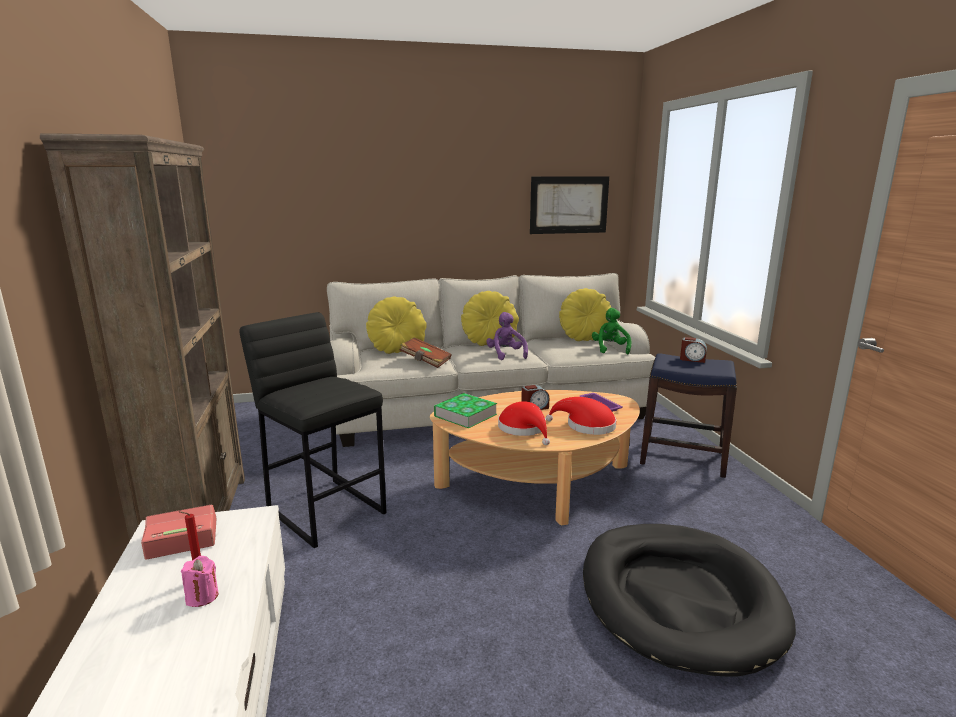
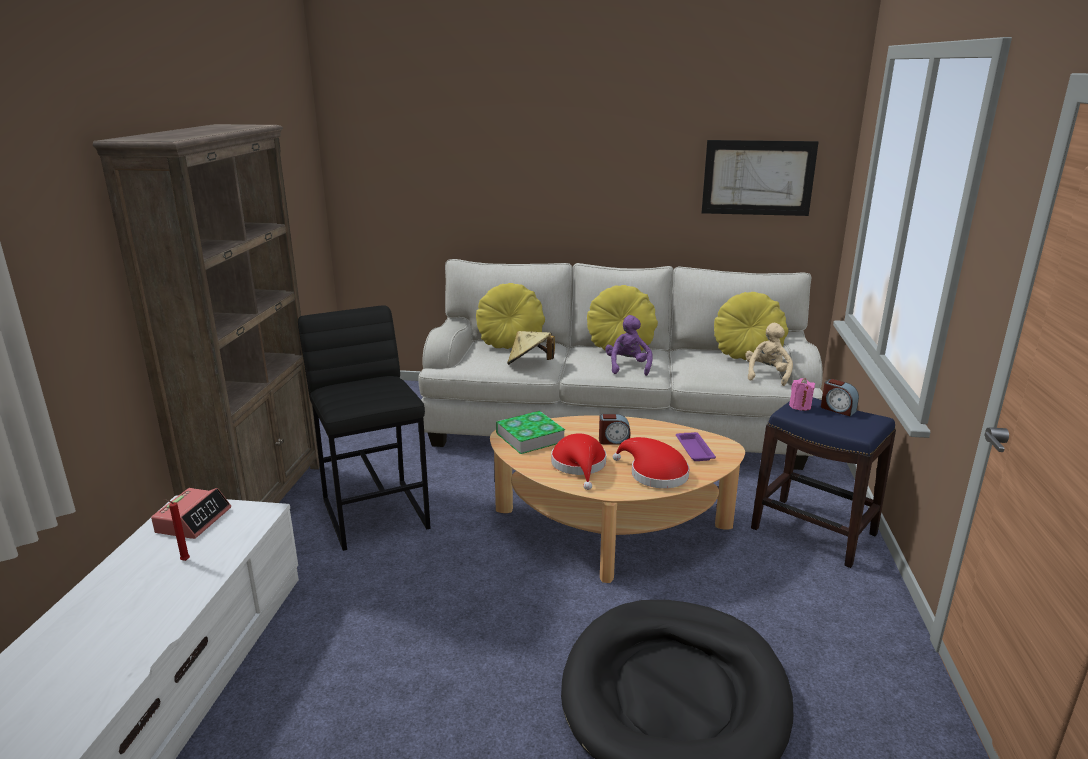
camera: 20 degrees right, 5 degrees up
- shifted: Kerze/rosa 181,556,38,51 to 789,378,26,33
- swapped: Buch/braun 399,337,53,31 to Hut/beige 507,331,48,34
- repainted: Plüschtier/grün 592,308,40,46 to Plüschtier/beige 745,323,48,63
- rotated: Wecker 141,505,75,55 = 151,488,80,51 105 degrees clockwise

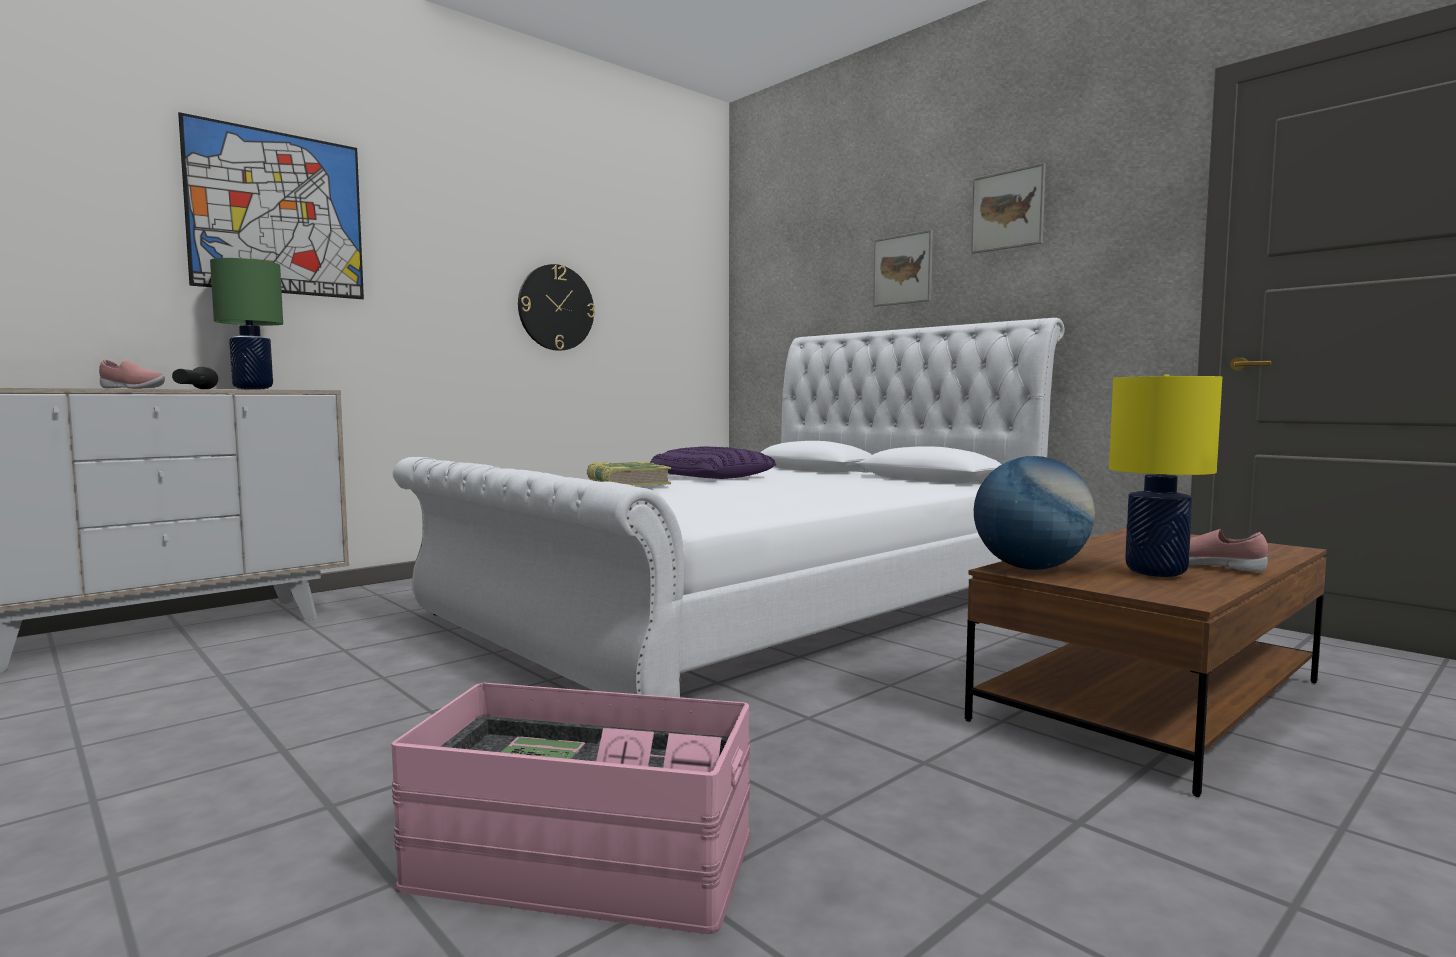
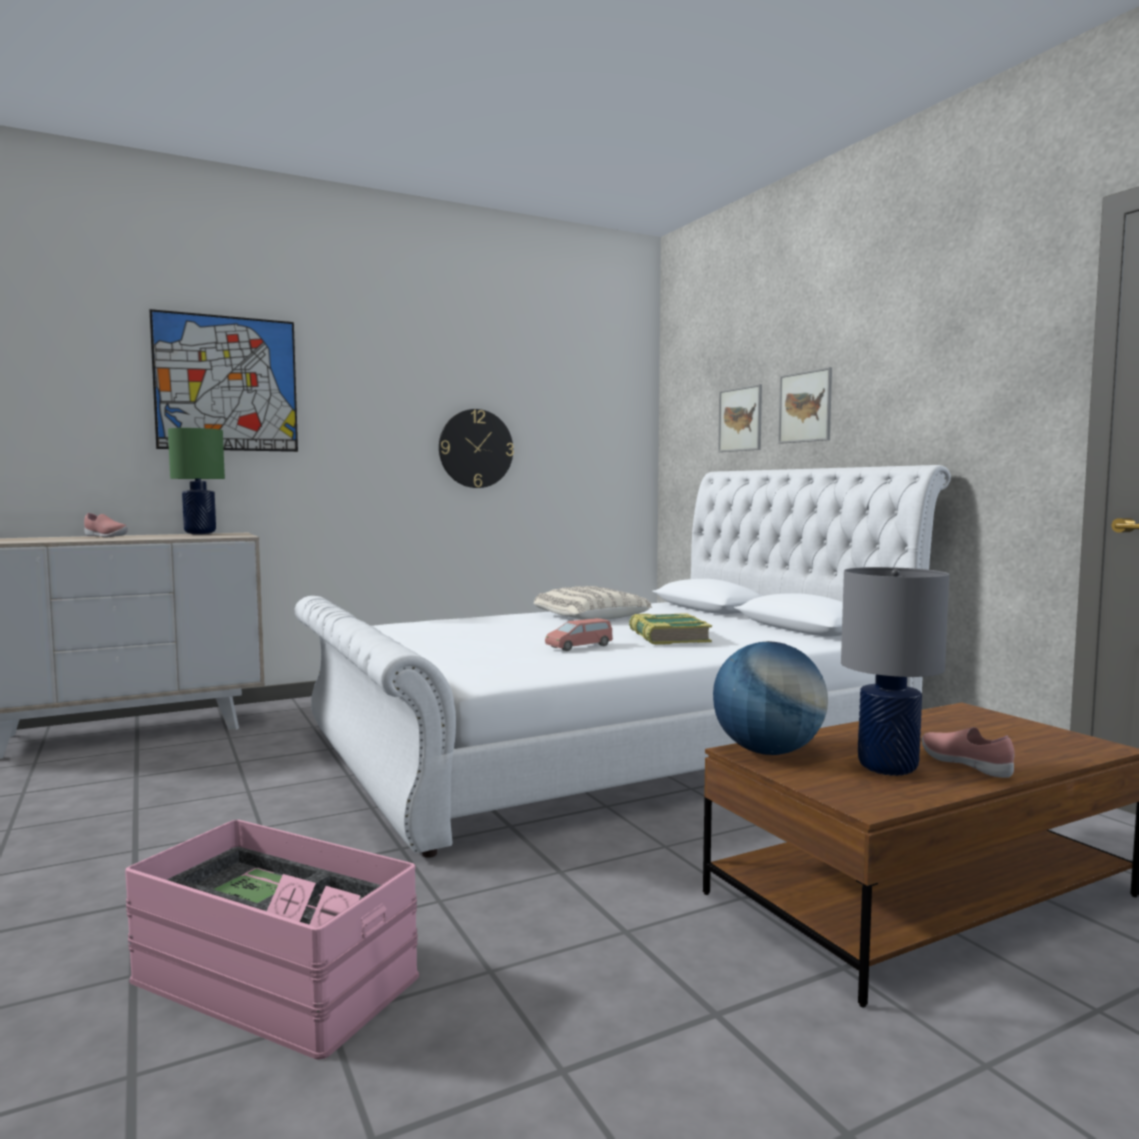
camera: 15 degrees right, 0 degrees up
- gone: Taschenlampe/schwarz 172,367,46,22
- new: Spielzeugauto/rosa 545,618,68,33
- shifted: Buch 587,462,84,24 to 629,613,83,32
- shifted: Bild 971,163,75,91 to 718,384,44,68
- repainted: Kissen/lila 650,446,126,33 to Kissen/beige 534,586,118,34
- repainted: Tischlampe/gelb 1109,374,113,203 to Tischlampe/grau 841,567,108,209

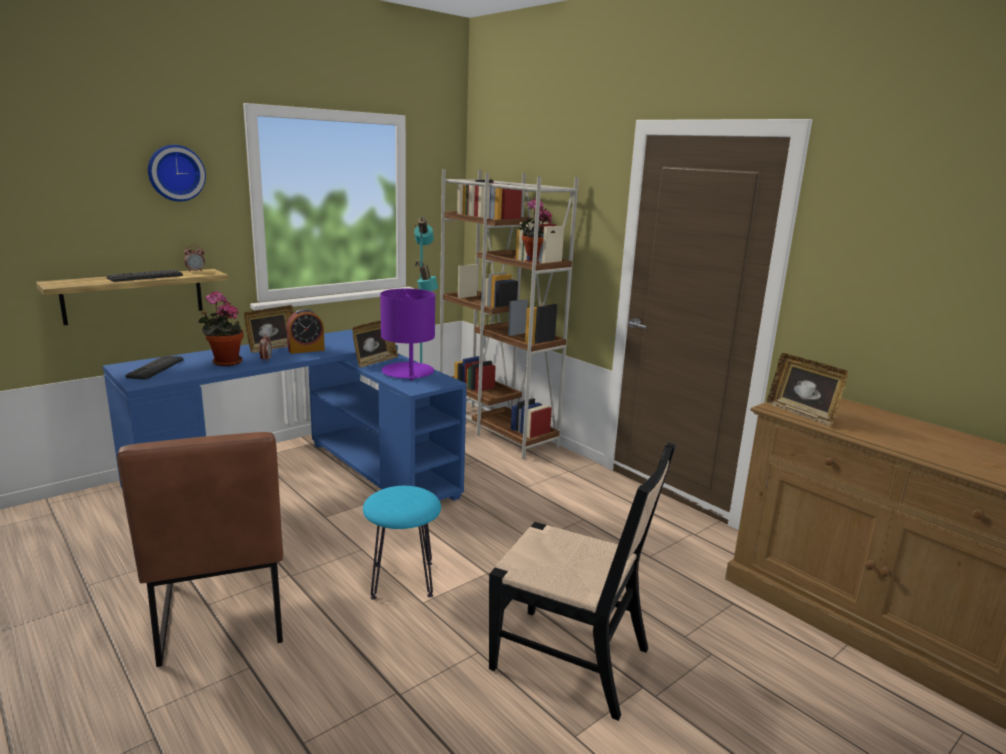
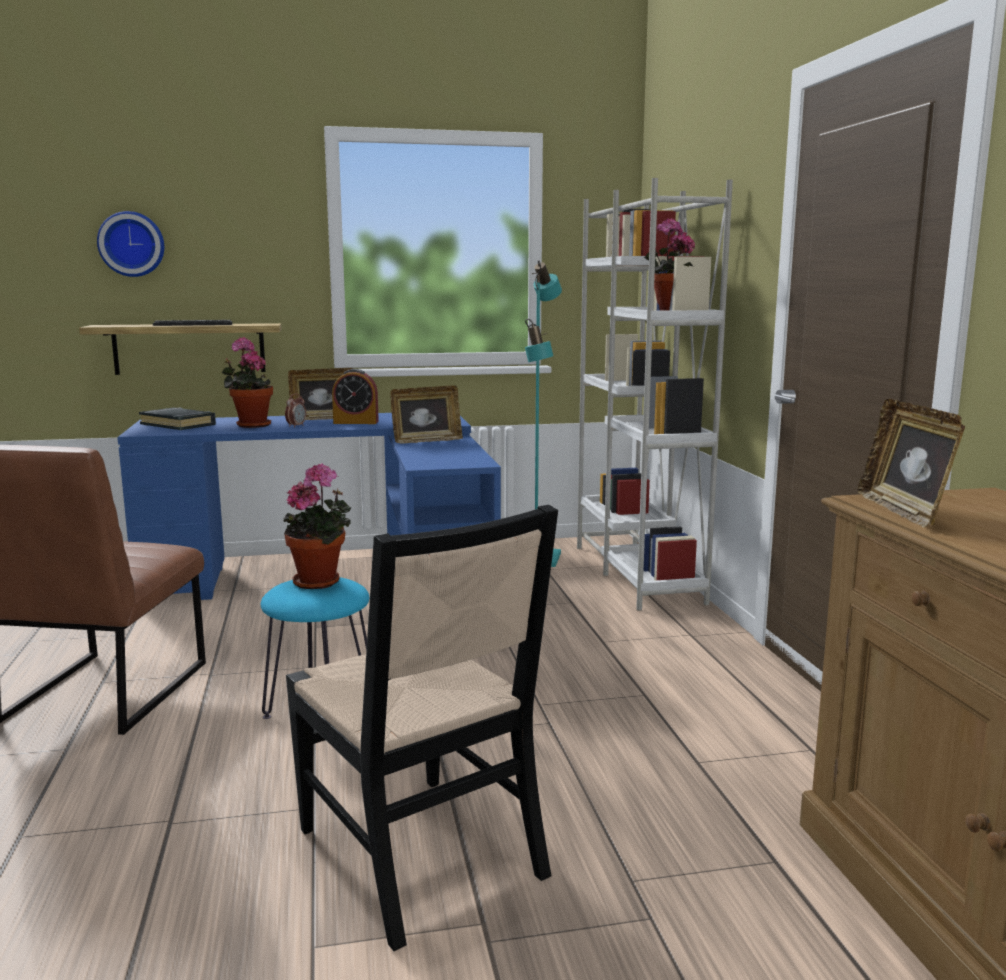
camera: 30 degrees right, 5 degrees down
- gone: Wecker 184,245,21,27
- gone: Tischlampe/lila 380,289,55,91
- new: Topfpflanze 283,463,69,126
- shifted: Wanduhr 148,145,58,57 to 97,211,67,66
- swapped: Tastatur 125,355,58,25 to Buch/schwarz 139,407,77,23
- repainted: Bücherregal/braun 439,169,140,290 to Bücherregal/weiß 577,178,156,433

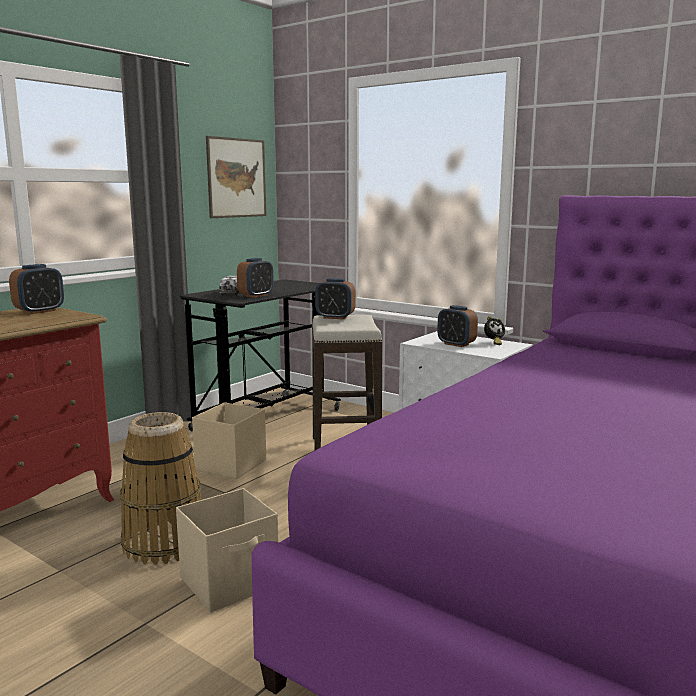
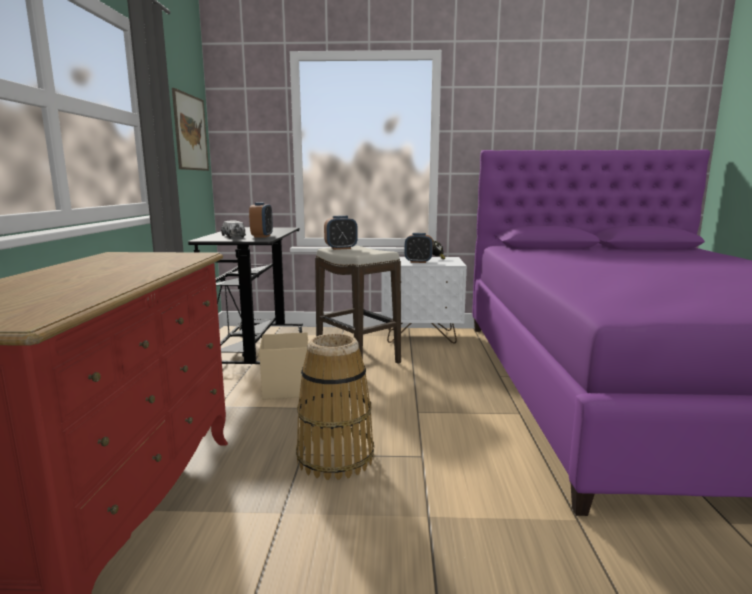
camera: 35 degrees left, 0 degrees up
- gone: Wecker 9,264,55,50
- gone: Aufbewahrungsbox/beige 176,488,102,124

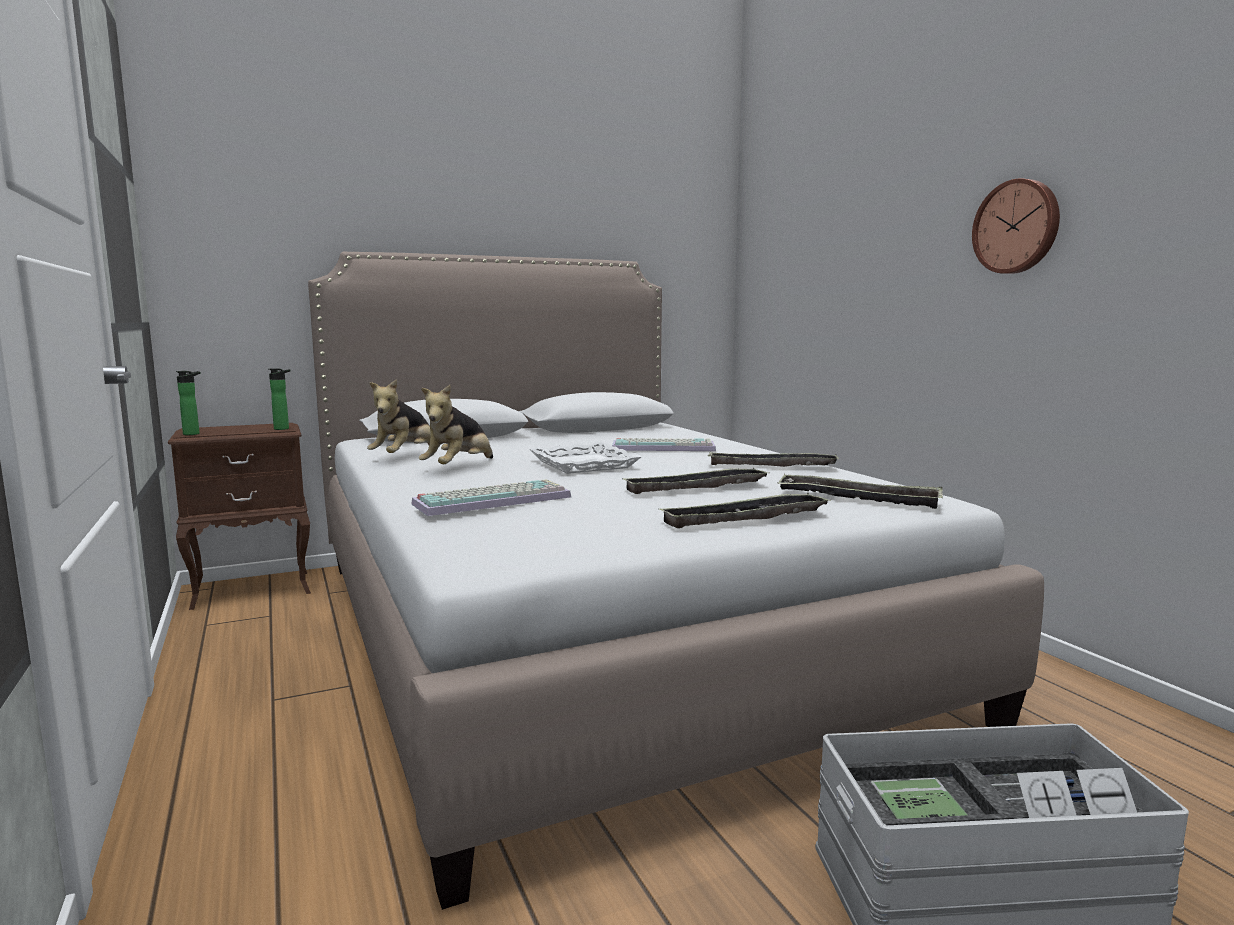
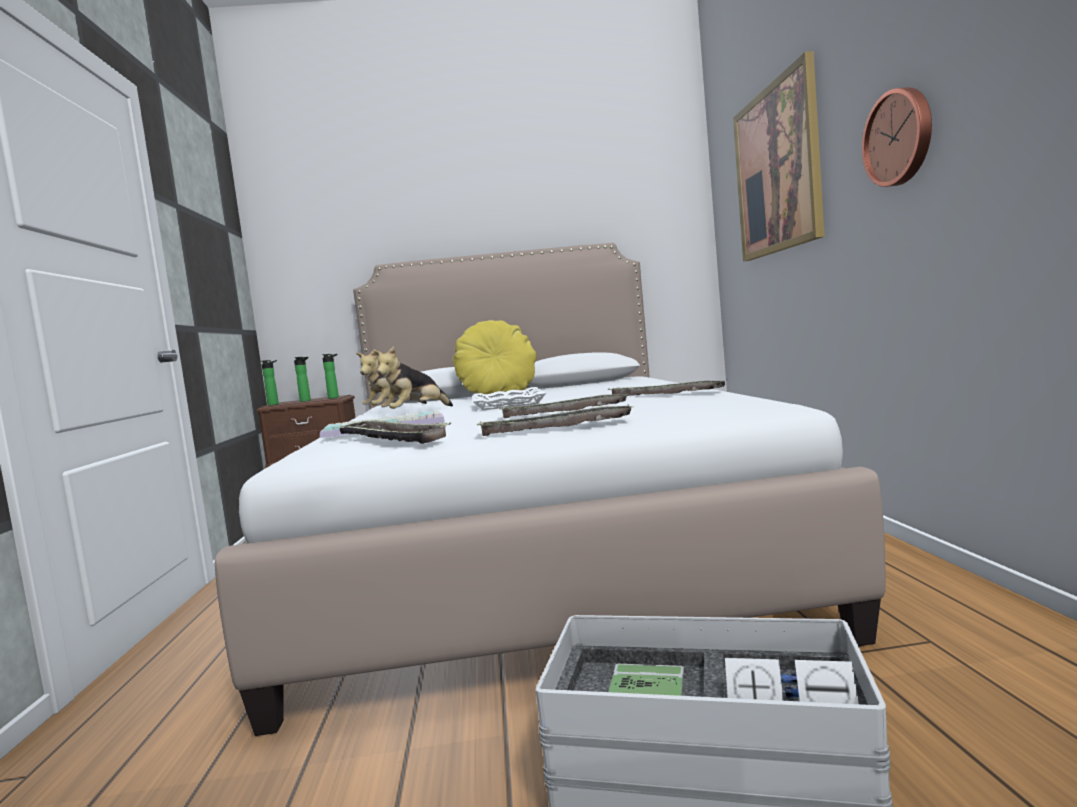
camera: 20 degrees right, 5 degrees down
- gone: Tastatur 612,438,104,13
- new: Flasche 294,357,17,45
- new: Kissen/gelb 453,320,84,74
- new: Bild 733,51,91,210
- shifted: Tablett 778,474,165,35 to 334,420,117,24

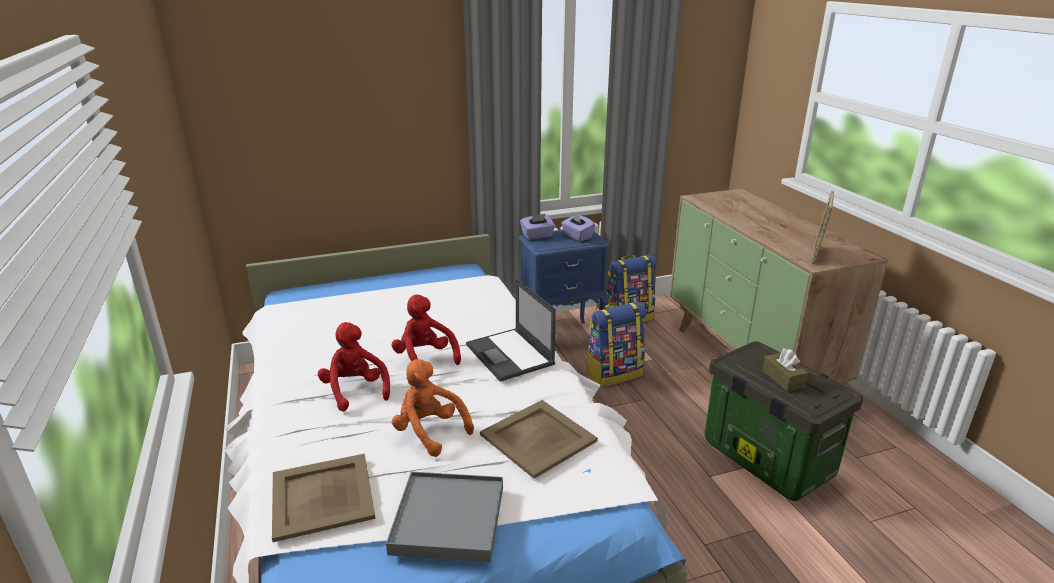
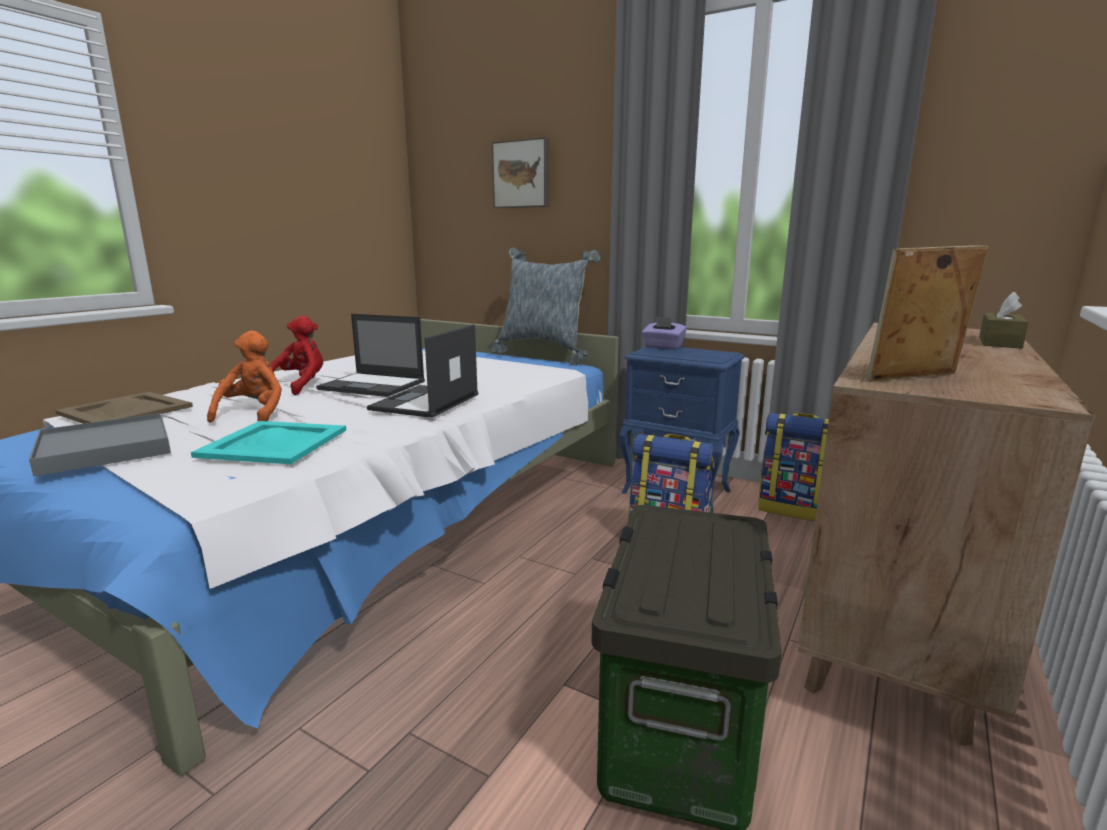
camera: 50 degrees right, 10 degrees down
- gone: Taschentuchbox/lila 561,213,34,28
- new: Kissen 488,247,113,119
- new: Bild 492,137,57,71
- shifted: Taschentuchbox/braun 762,348,46,44 to 979,291,50,58
- swapped: Plüschtier/rot 392,294,69,71 to Laptop 316,314,109,83
- repainted: Tablett/beige 480,400,118,79 to Tablett/türkis 191,421,155,43

